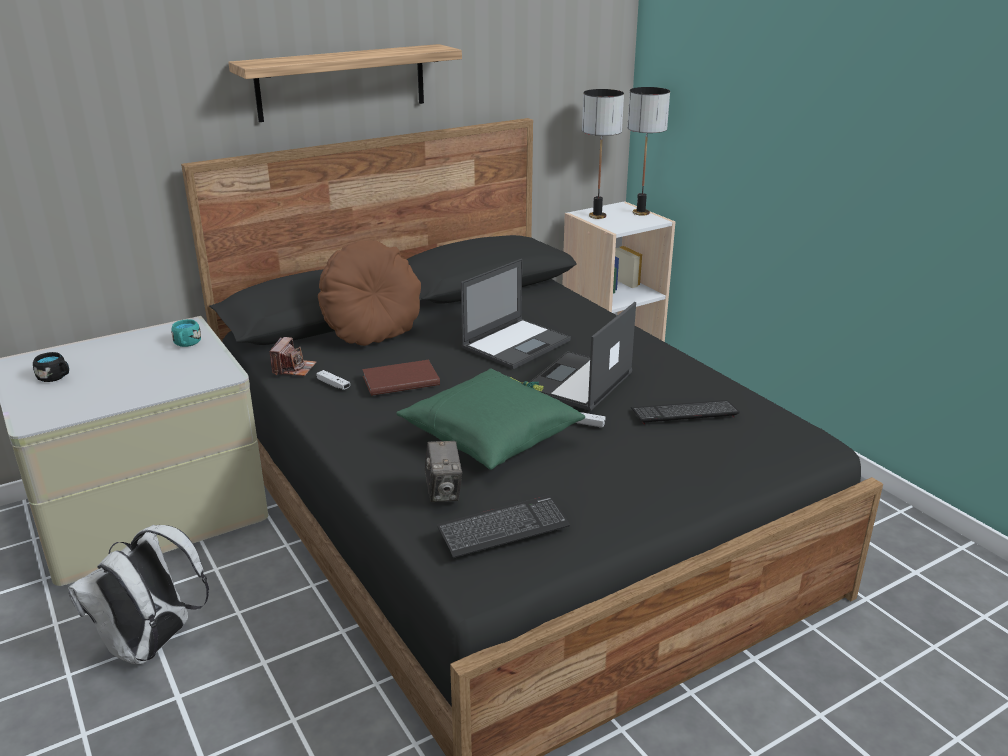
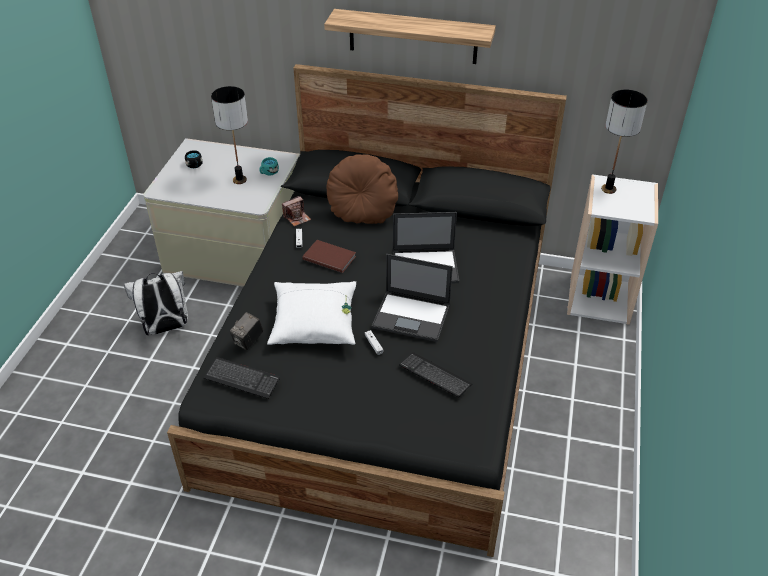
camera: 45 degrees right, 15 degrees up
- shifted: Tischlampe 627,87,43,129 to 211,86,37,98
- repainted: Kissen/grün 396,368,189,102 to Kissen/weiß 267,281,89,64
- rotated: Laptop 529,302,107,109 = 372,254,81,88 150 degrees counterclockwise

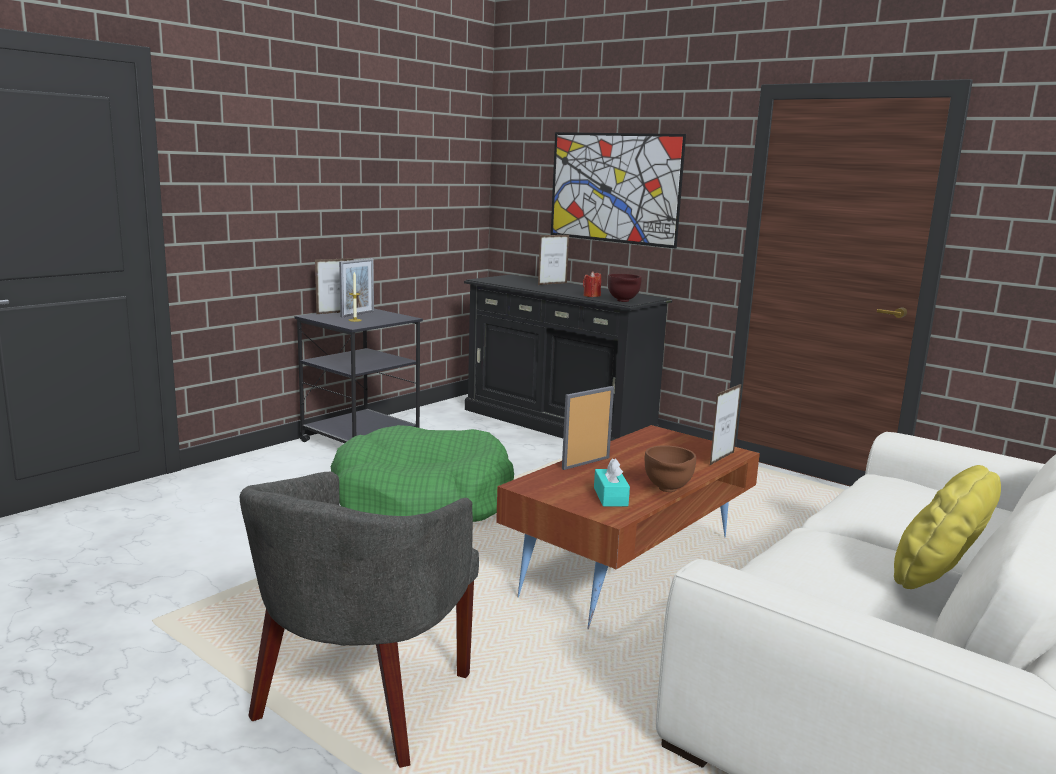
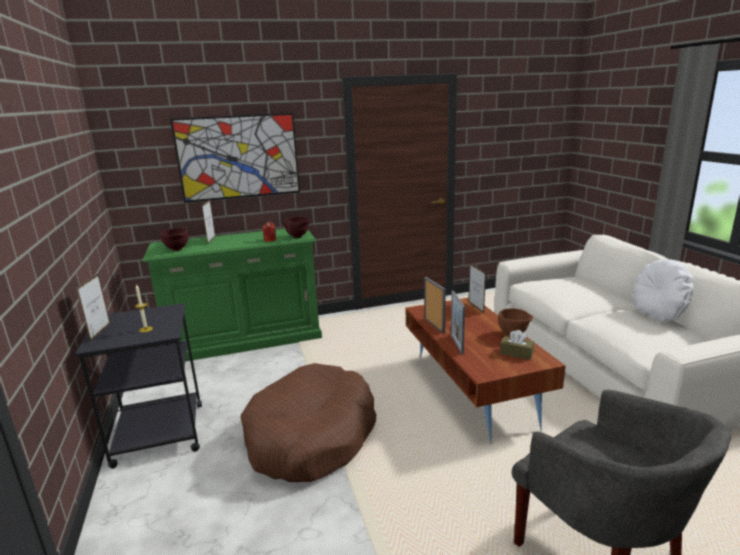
camera: 55 degrees left, 5 degrees up
- new: Schüssel/braun 160,228,28,23
- shifted: Bilderrahmen 339,258,35,59 to 424,277,22,57
- repainted: Hundebett/grün 330,425,184,97 to Hundebett/braun 240,363,136,119
- repainted: Schrank/schwarz 464,275,208,166 to Schrank/grün 142,229,180,133
- repainted: Taschentuchbox/türkis 594,458,36,49 to Taschentuchbox/braun 500,330,34,30
- repainted: Kissen/gelb 894,465,107,124 to Kissen/weiß 632,259,62,64

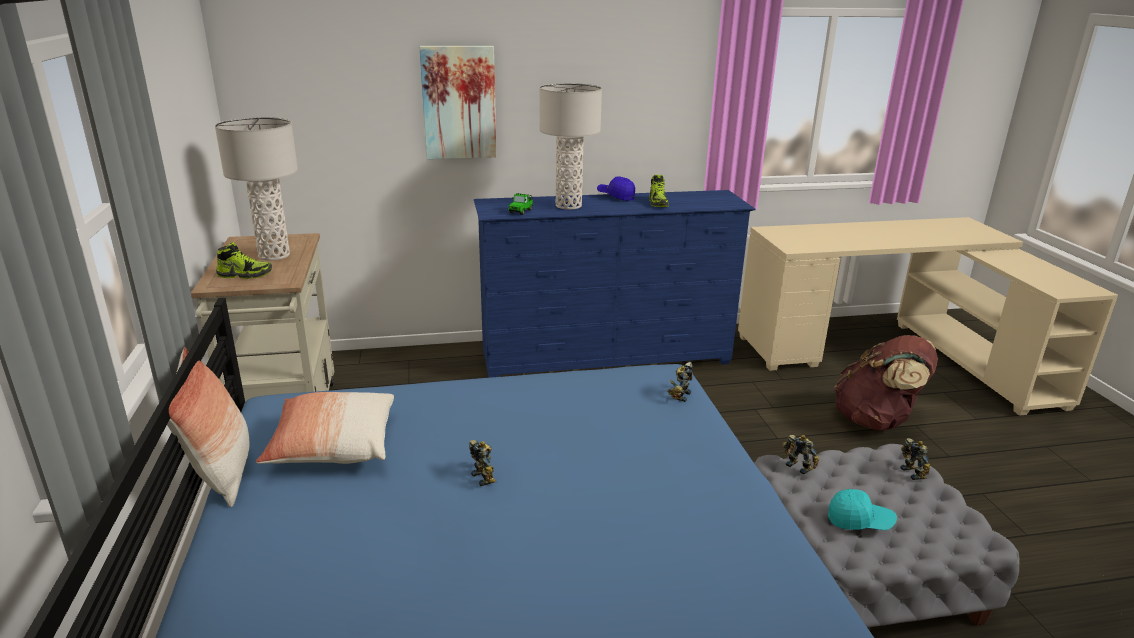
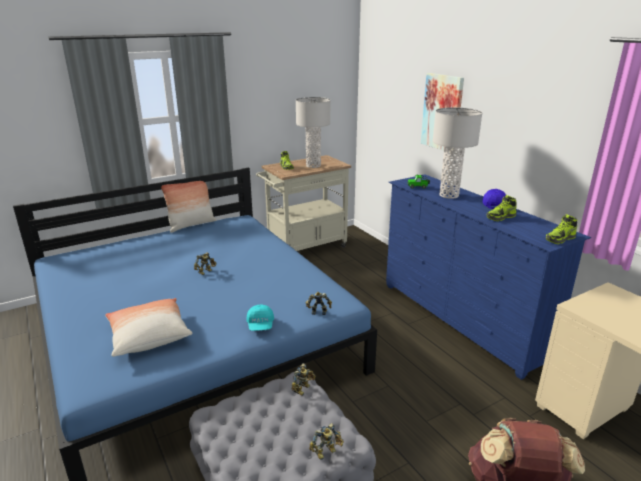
camera: 70 degrees right, 0 degrees up
- new: Schuh 546,214,31,30
- shifted: Kissen 256,392,138,72 to 105,298,88,59
- shifted: Kappe/türkis 828,489,69,41 to 246,304,28,27

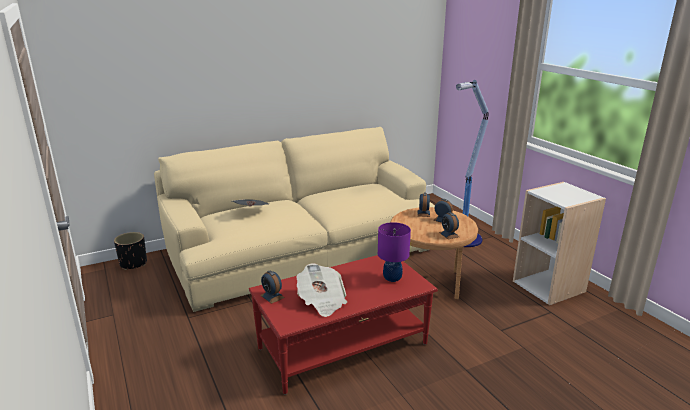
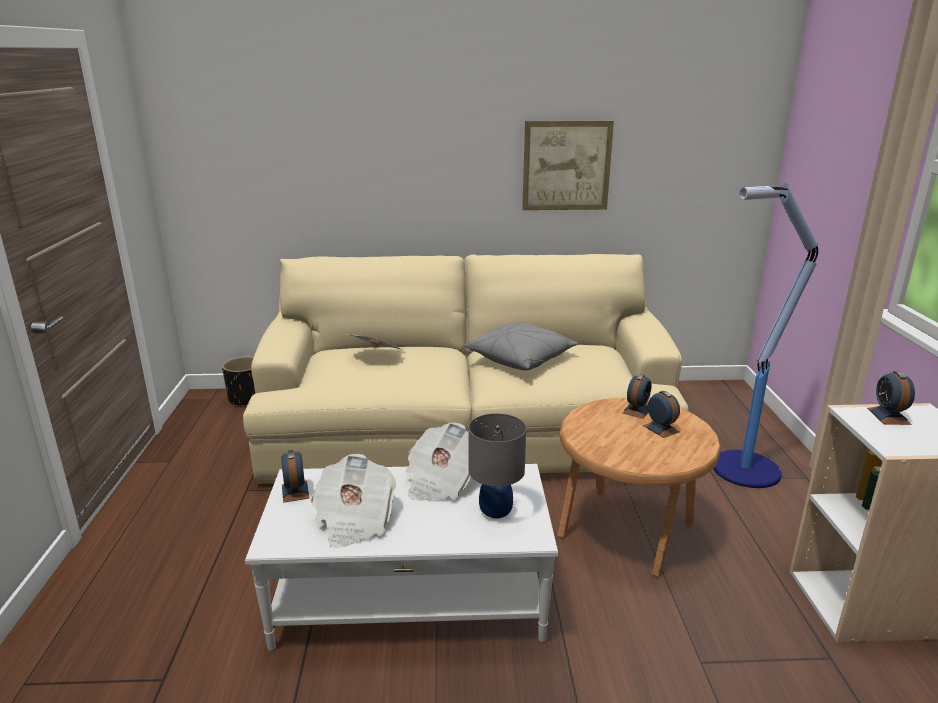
camera: 25 degrees right, 0 degrees up
- new: Zeitung 406,422,65,79
- new: Kissen/grau 464,321,115,49
- new: Bild 522,121,92,89
- shifted: Wecker 439,212,20,28 to 867,371,48,54
- repainted: Couchtisch/rot 249,255,189,139 to Couchtisch/weiß 245,464,313,187
- repainted: Tischlampe/lila 378,222,33,60 to Tischlampe/grau 469,413,57,106

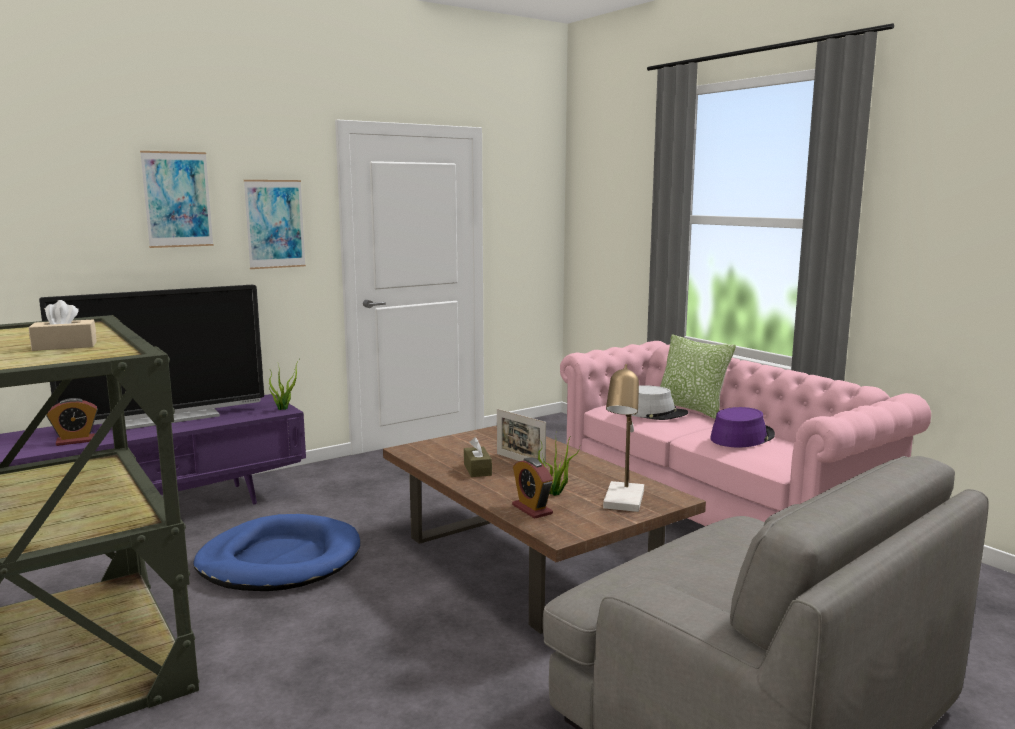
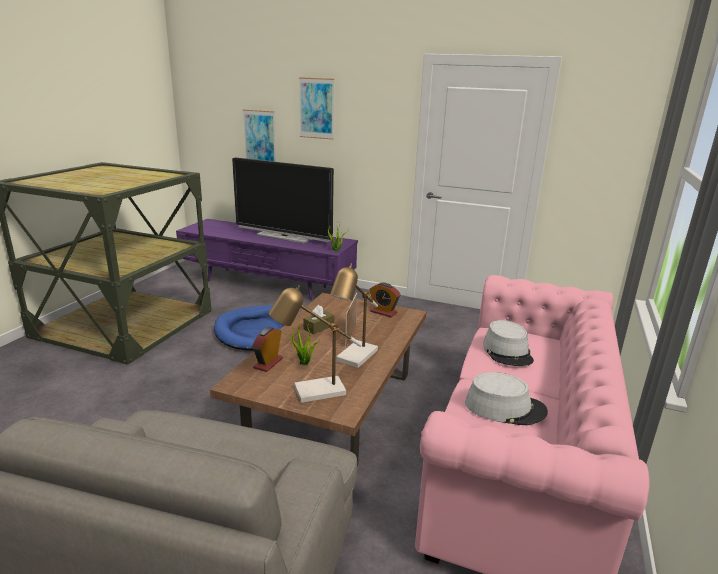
camera: 55 degrees right, 10 degrees up
- gone: Taschentuchbox/beige 29,300,68,51
- gone: Kissen 660,335,76,84
- new: Tischlampe 330,264,48,104
- shifted: Wecker 46,398,52,48 to 369,283,32,34
- shifted: Bild 244,180,62,89 to 243,109,33,53
- repainted: Hut/lila 710,407,65,40 to Hut/grau 465,372,83,53

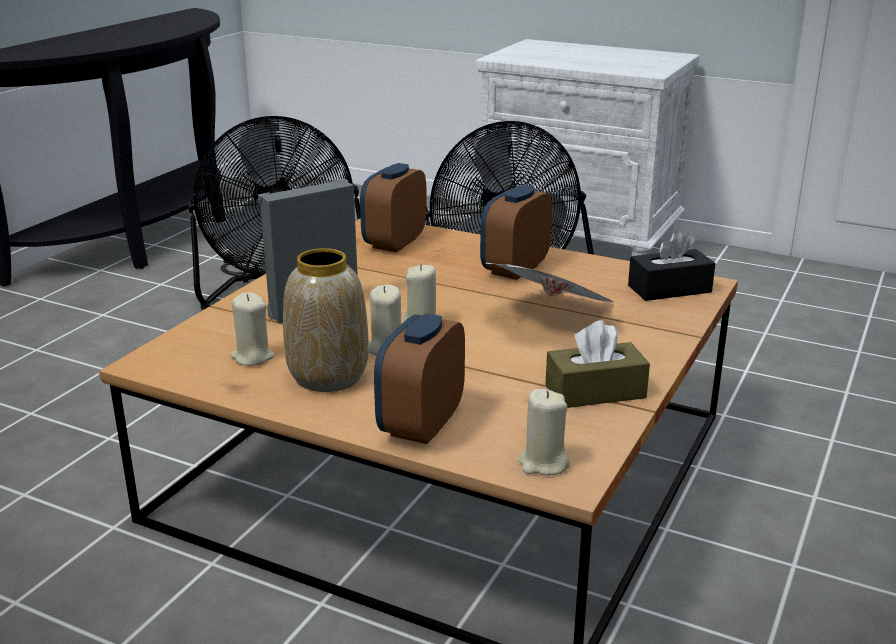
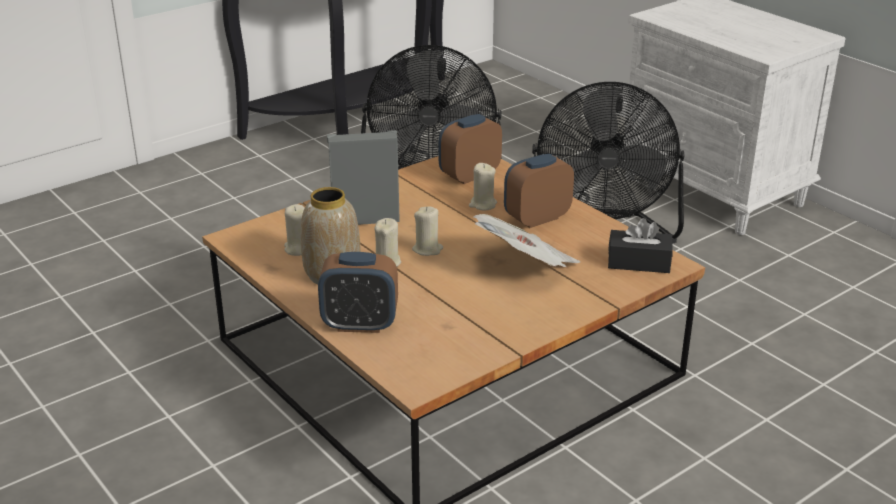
camera: 25 degrees right, 5 degrees up
- gone: Taschentuchbox/braun 545,320,105,88
- shifted: Kerze/beige 518,389,52,87 to 469,163,28,47
- rotated: Wecker 374,313,91,131 = 318,252,80,81 135 degrees counterclockwise

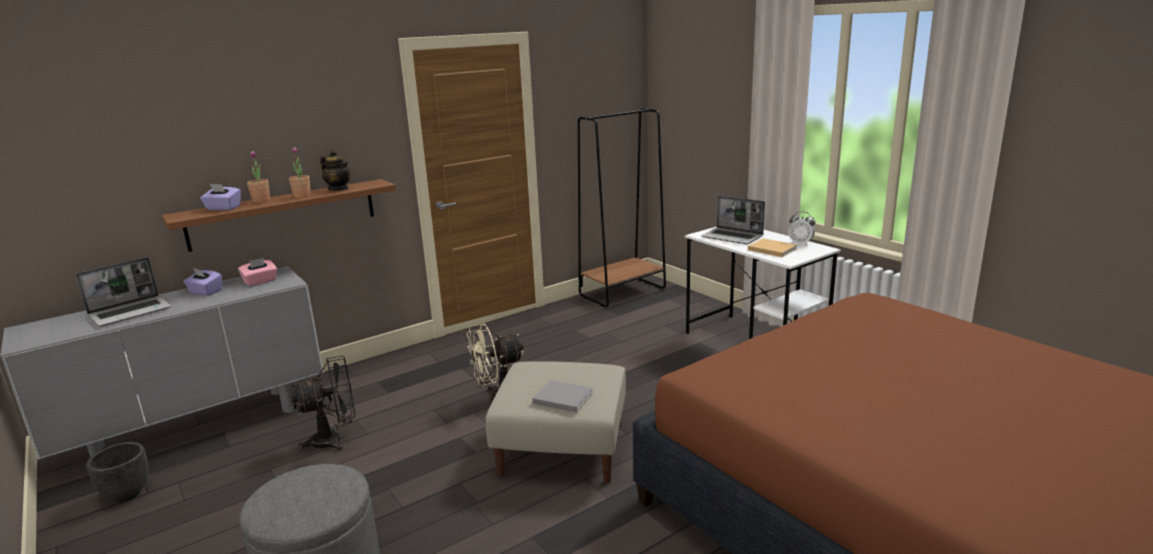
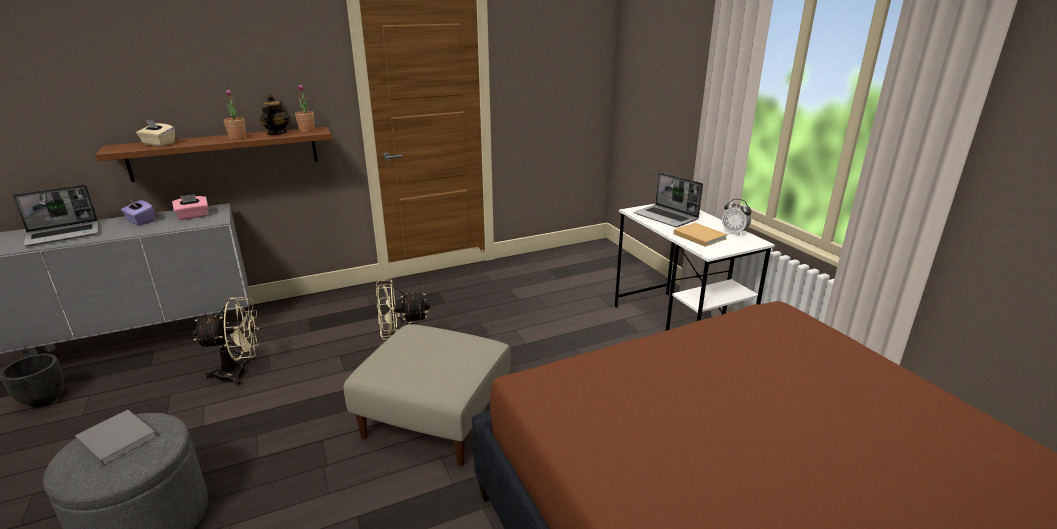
camera: 10 degrees right, 5 degrees up
- gone: Kleiderständer 578,108,88,199
- shifted: Topfpflanze 247,151,23,52 to 295,85,20,47
- shifted: Buch/grau 533,380,60,32 to 75,410,82,56
- repainted: Taschentuchbox/lila 200,184,41,26 to Taschentuchbox/beige 136,120,39,26
- repainted: Ventilator/schwarz 291,356,64,95 to Ventilator/beige 193,297,66,89
- rotated: Teekanne 320,150,31,41 = 260,95,30,40 135 degrees counterclockwise

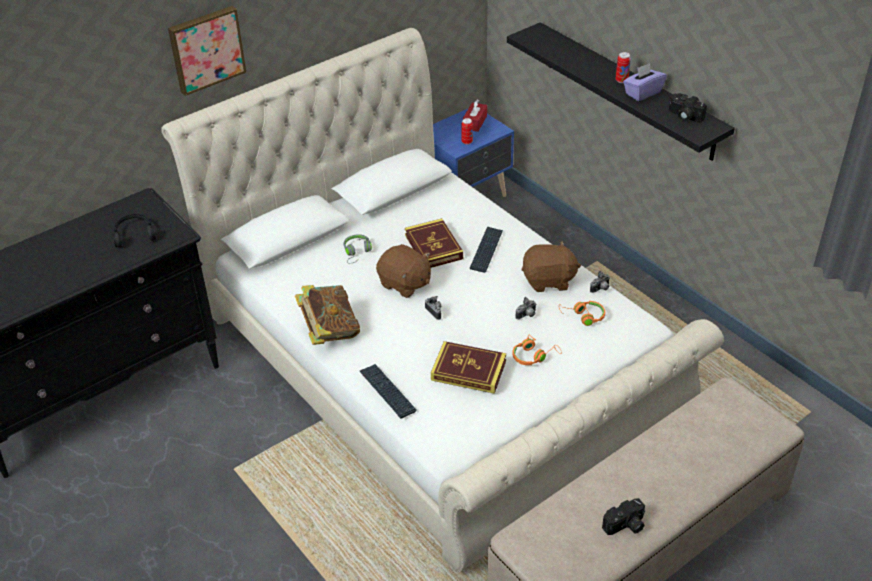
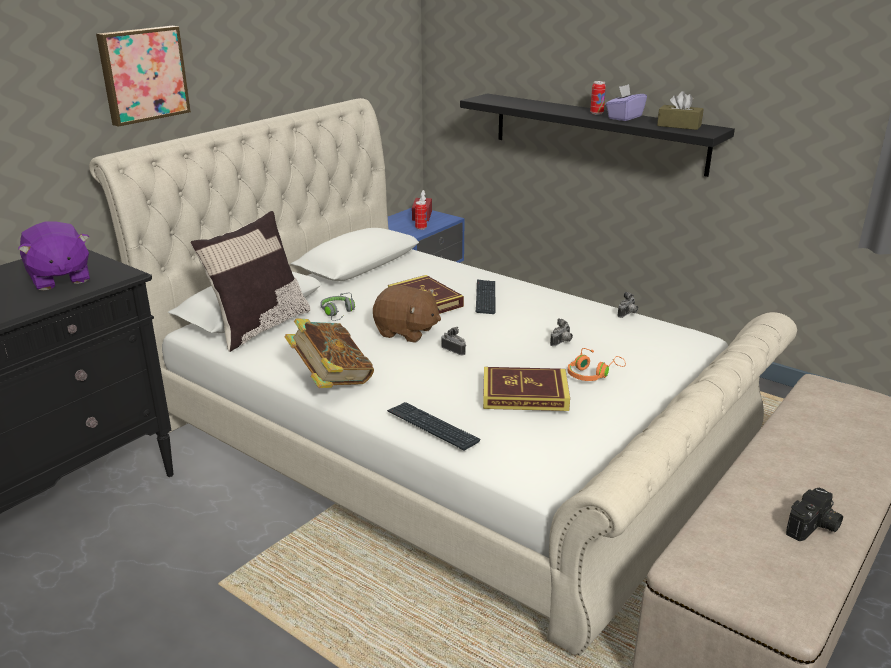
camera: 15 degrees left, 15 degrees down
- gone: Plüschtier/braun 522,240,59,52
- gone: Kopfhörer/orange 559,301,46,25
- new: Kissen 190,211,120,141
- swapped: Kopfhörer/schwarz 113,214,43,34 to Plüschtier/lila 18,221,72,69
- swapped: Kamera 669,93,38,30 to Taschentuchbox/braun 657,91,47,39

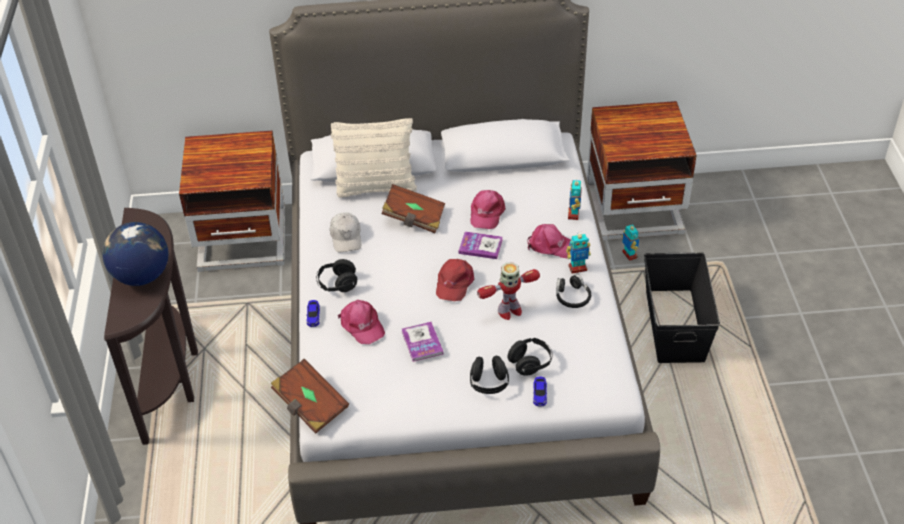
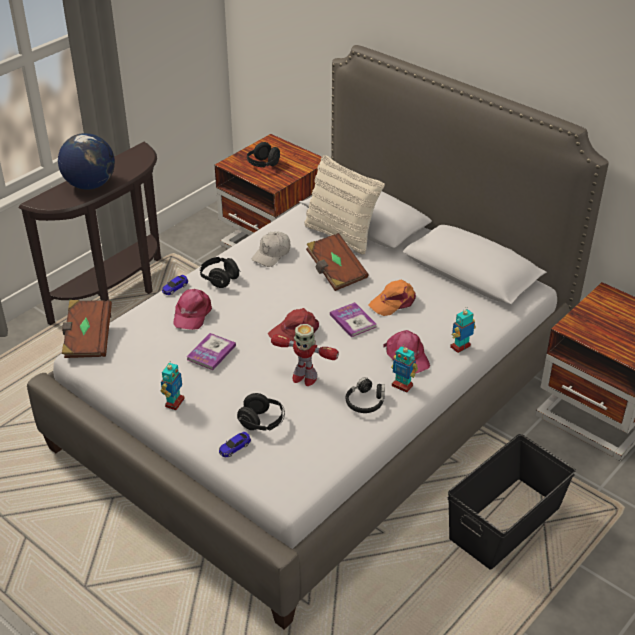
camera: 45 degrees right, 5 degrees down
- shifted: Kopfhörer/schwarz 470,356,39,38 to 247,142,33,25
- shifted: Spielzeugroboter 622,223,17,38 to 160,361,25,49
- repainted: Kappe/rosa 470,190,36,39 to Kappe/orange 369,279,47,37

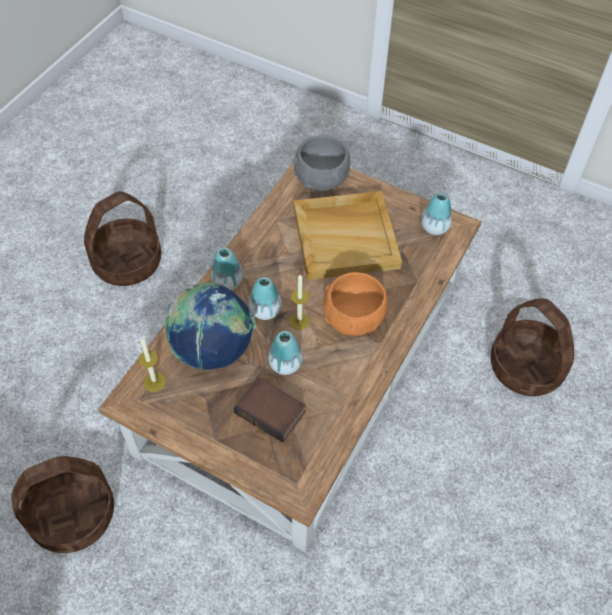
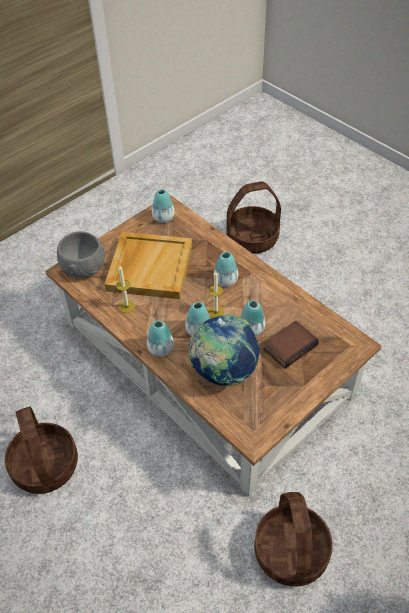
camera: 70 degrees left, 5 degrees down
- shifted: Kerze 138,338,28,54 to 116,266,19,47
- swapped: Schüssel/orange 323,272,65,64 to Vase 214,251,24,36

